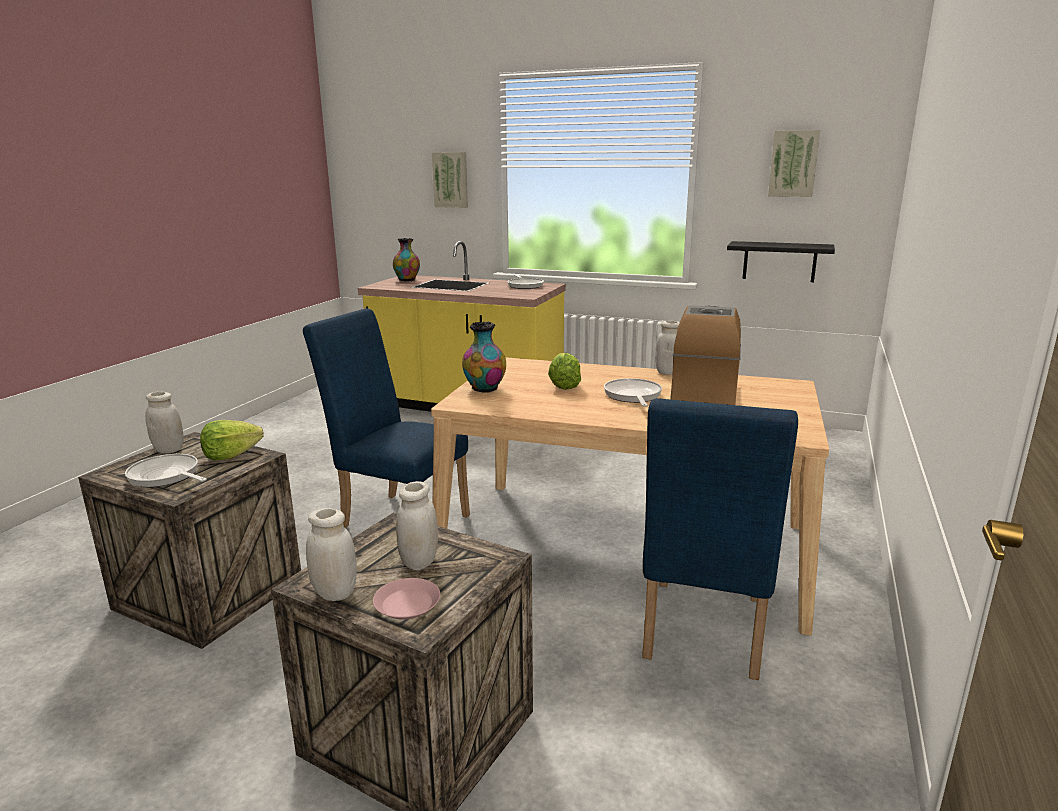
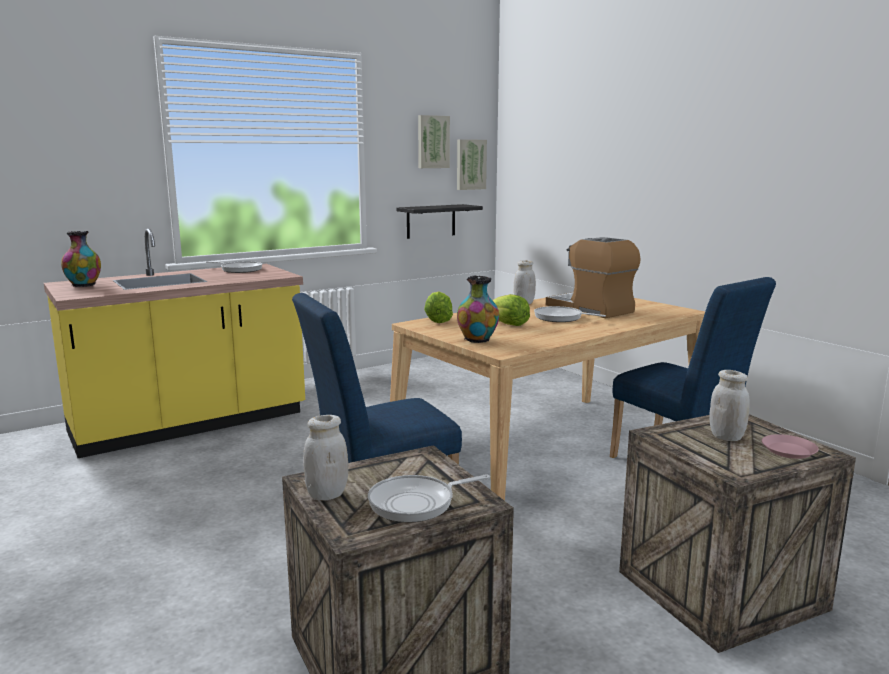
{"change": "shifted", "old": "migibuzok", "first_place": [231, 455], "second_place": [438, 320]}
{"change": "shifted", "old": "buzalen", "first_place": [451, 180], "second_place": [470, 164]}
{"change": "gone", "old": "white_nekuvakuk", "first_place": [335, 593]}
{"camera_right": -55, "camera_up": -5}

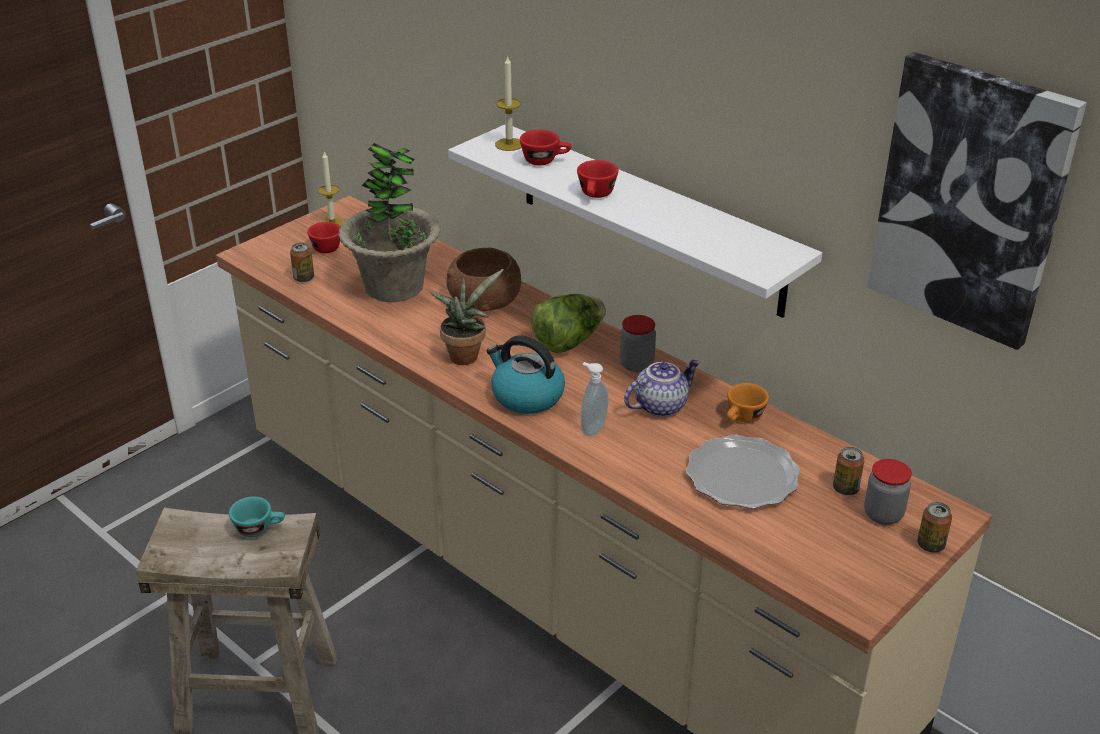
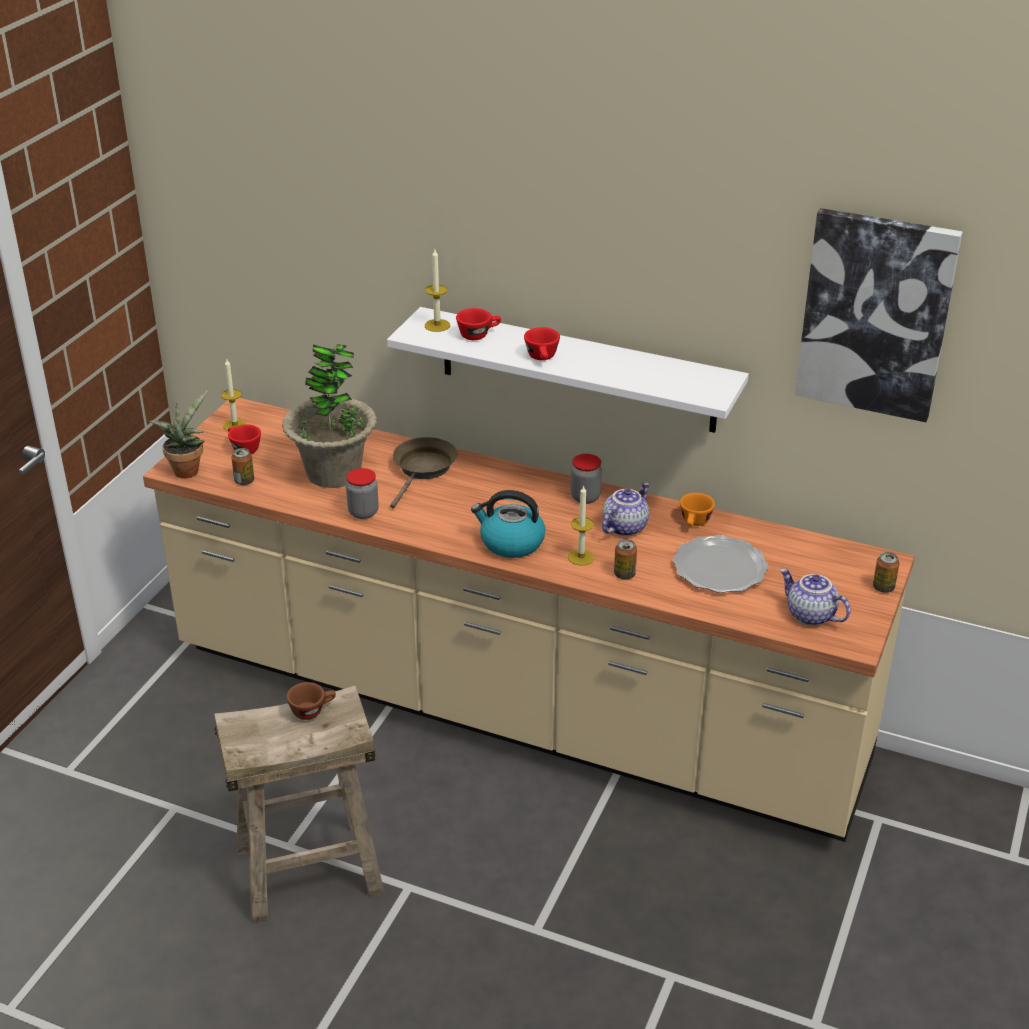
{"change": "shifted", "old": "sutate", "first_place": [465, 354], "second_place": [187, 469]}
{"change": "repainted", "old": "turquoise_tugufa", "new": "brown_tugufa", "first_place": [259, 528], "second_place": [312, 710]}
{"change": "shifted", "old": "nekuvakuk", "first_place": [883, 515], "second_place": [363, 512]}
{"change": "swapped", "old": "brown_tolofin", "new": "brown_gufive", "first_place": [484, 301], "second_place": [423, 469]}
{"change": "swapped", "old": "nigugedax", "new": "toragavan", "first_place": [592, 428], "second_place": [581, 557]}
{"change": "shifted", "old": "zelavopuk", "first_place": [845, 489], "second_place": [624, 574]}
{"change": "new", "new": "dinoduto", "second_place": [809, 615]}
{"change": "gone", "old": "migibuzok", "first_place": [568, 342]}
{"camera_right": -20, "camera_up": 0}

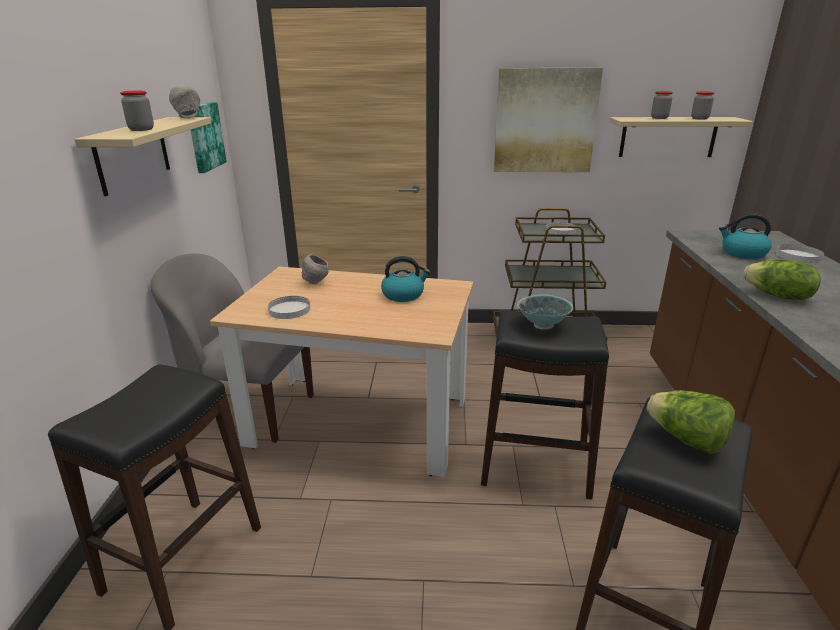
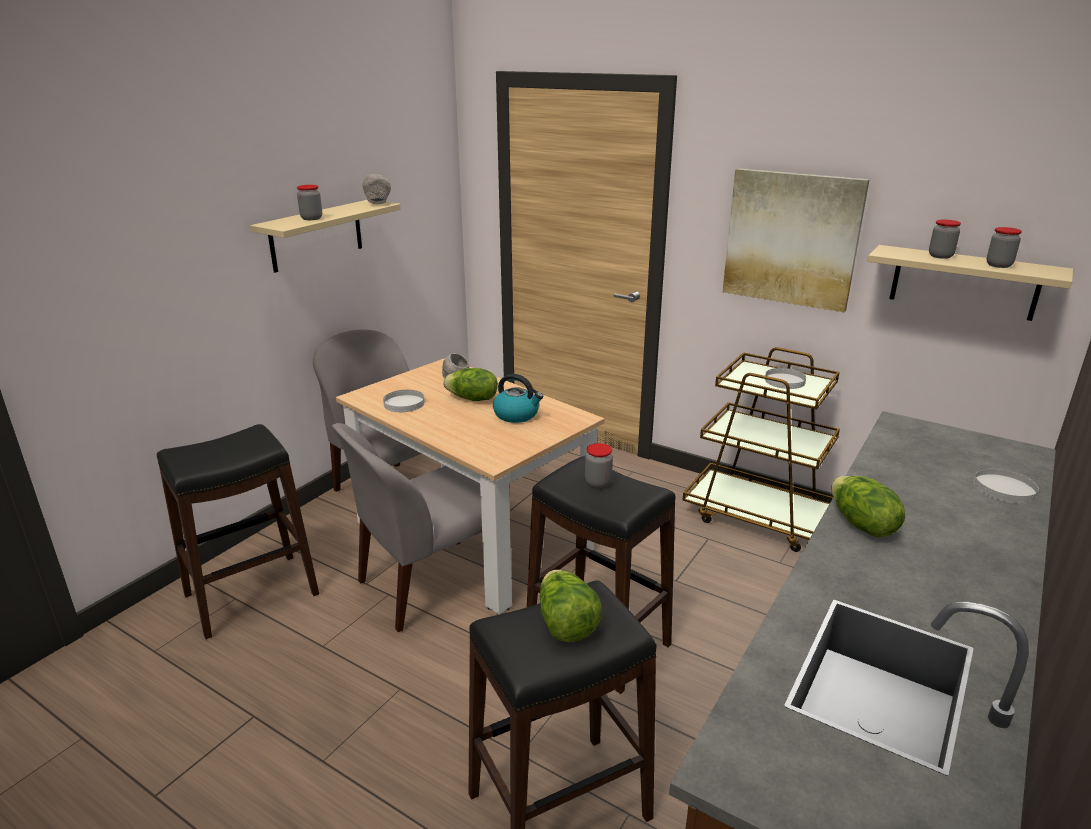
{"change": "new", "new": "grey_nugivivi", "second_place": [427, 585]}
{"change": "new", "new": "migibuzok", "second_place": [472, 399]}
{"change": "swapped", "old": "tolofin", "new": "nekuvakuk", "first_place": [543, 325], "second_place": [598, 482]}
{"change": "gone", "old": "buzalen", "first_place": [204, 136]}
{"change": "gone", "old": "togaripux", "first_place": [742, 253]}
{"camera_right": 30, "camera_up": 0}

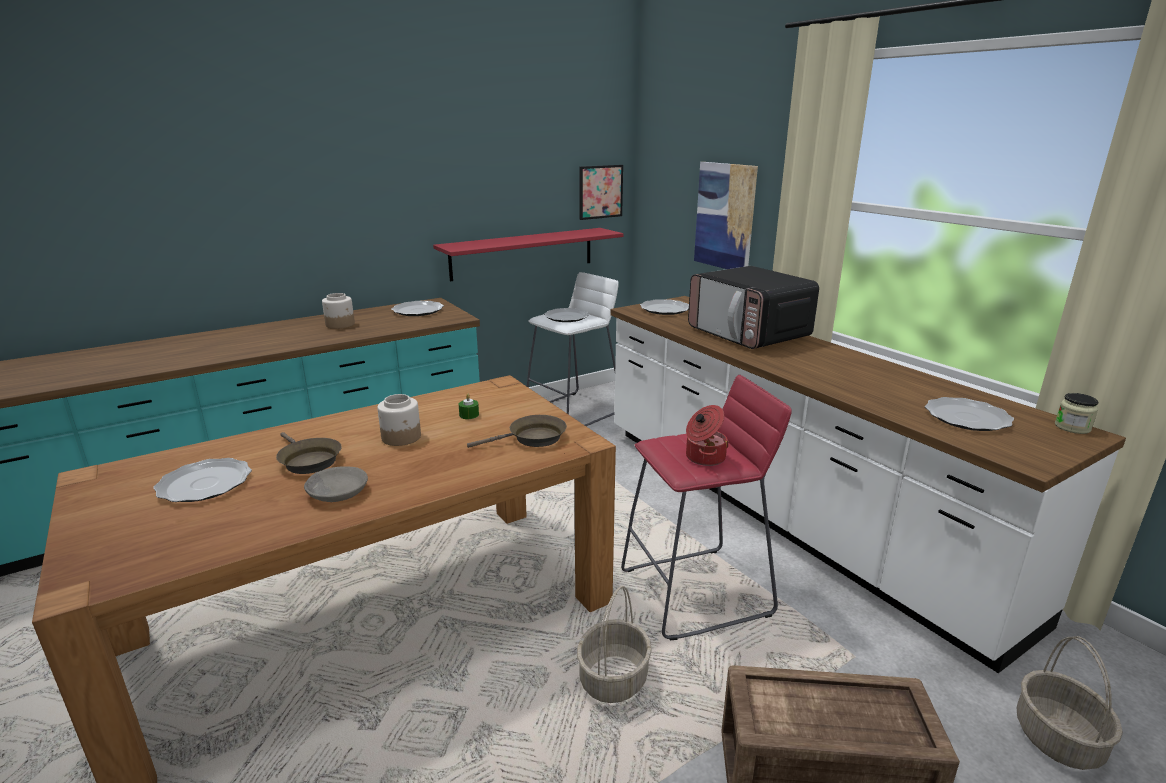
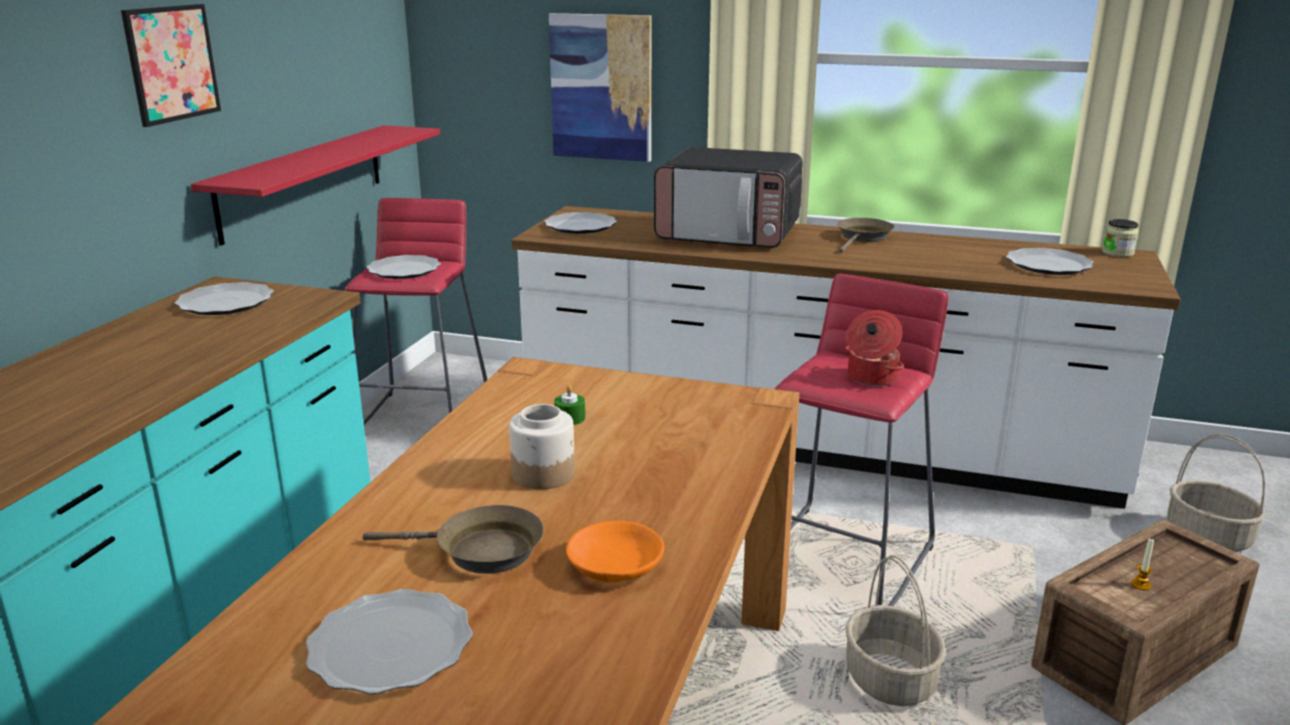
{"change": "shifted", "old": "buzalen", "first_place": [600, 192], "second_place": [172, 63]}
{"change": "repainted", "old": "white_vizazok", "new": "red_vizazok", "first_place": [574, 411], "second_place": [424, 417]}
{"change": "repainted", "old": "grey_tolofin", "new": "orange_tolofin", "first_place": [337, 492], "second_place": [613, 565]}
{"change": "shifted", "old": "brown_gufive", "first_place": [532, 438], "second_place": [863, 238]}
{"change": "new", "new": "toragavan", "second_place": [1141, 585]}
{"change": "gone", "old": "nekuvakuk", "first_place": [340, 324]}
{"camera_right": -40, "camera_up": 0}

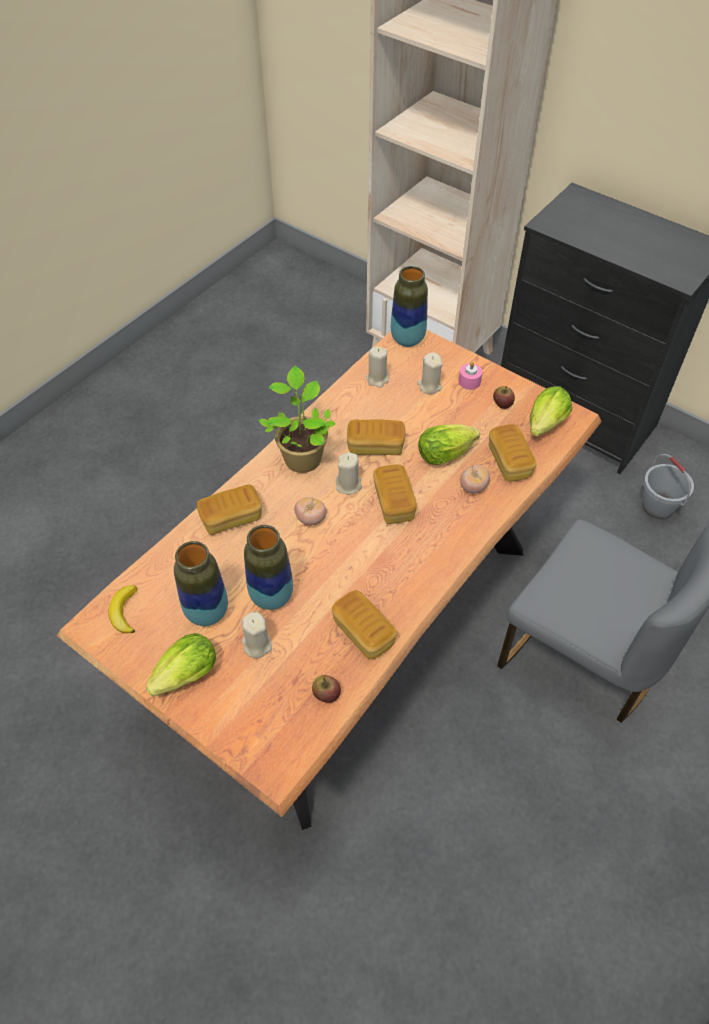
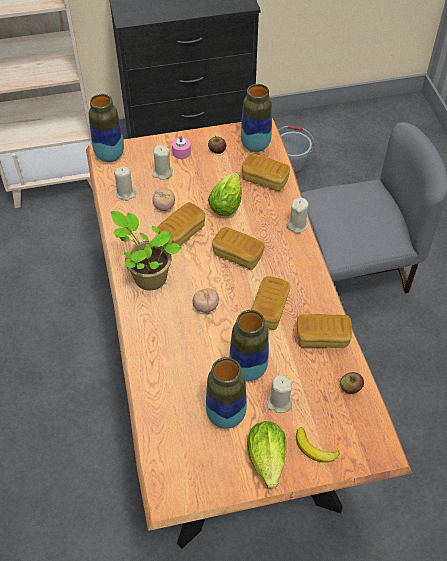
{"change": "shifted", "old": "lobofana", "first_place": [473, 487], "second_place": [164, 206]}
{"change": "swapped", "old": "migibuzok", "new": "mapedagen", "first_place": [544, 426], "second_place": [255, 145]}
{"change": "shifted", "old": "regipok", "first_place": [231, 518], "second_place": [269, 310]}
{"change": "shifted", "old": "beige_toragavan", "first_place": [348, 485], "second_place": [297, 225]}
{"change": "shifted", "old": "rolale", "first_place": [124, 612], "second_place": [314, 449]}
{"camera_right": -50, "camera_up": 0}

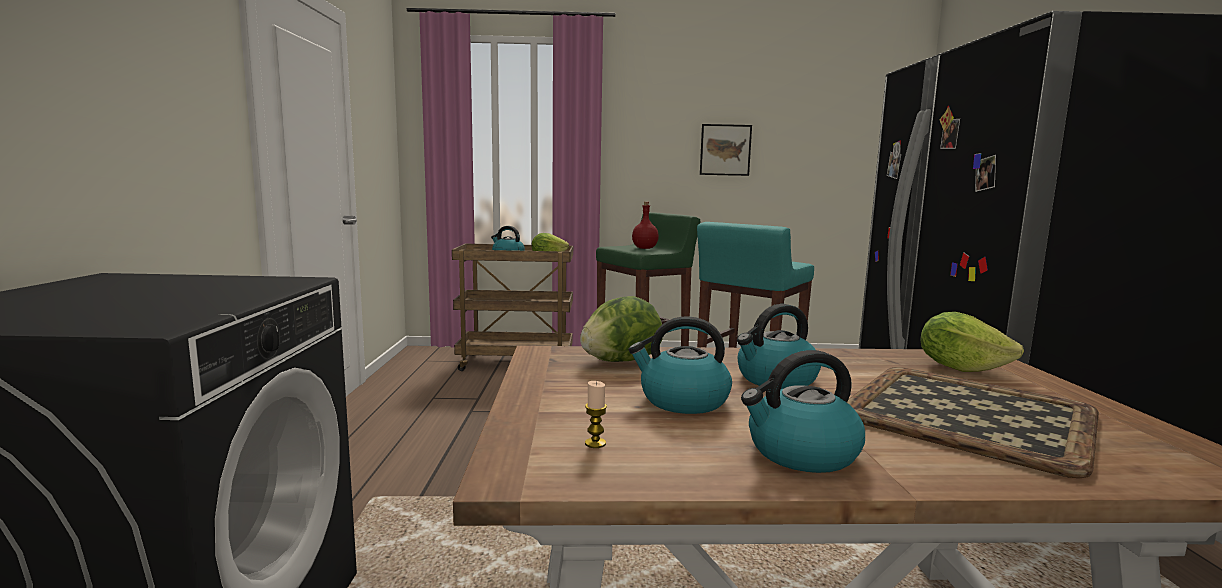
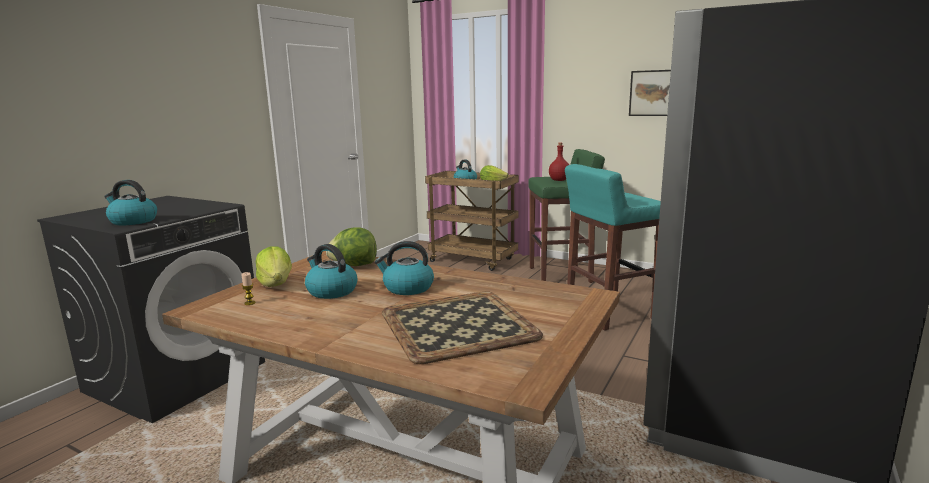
{"change": "shifted", "old": "togaripux", "first_place": [801, 453], "second_place": [132, 221]}
{"change": "shifted", "old": "migibuzok", "first_place": [960, 368], "second_place": [276, 284]}
{"camera_right": 30, "camera_up": 5}

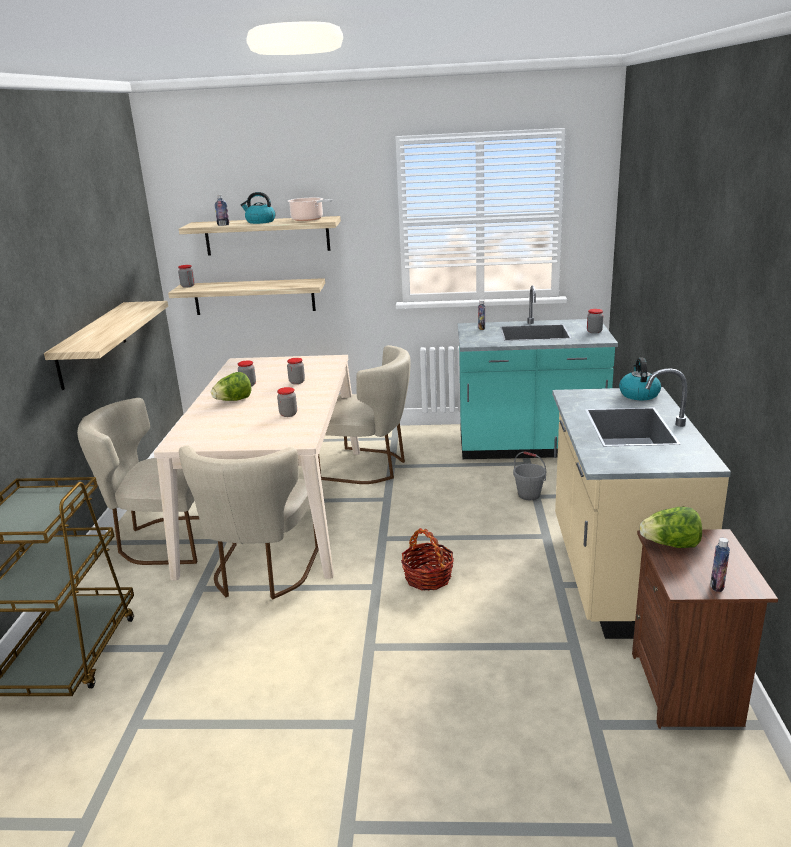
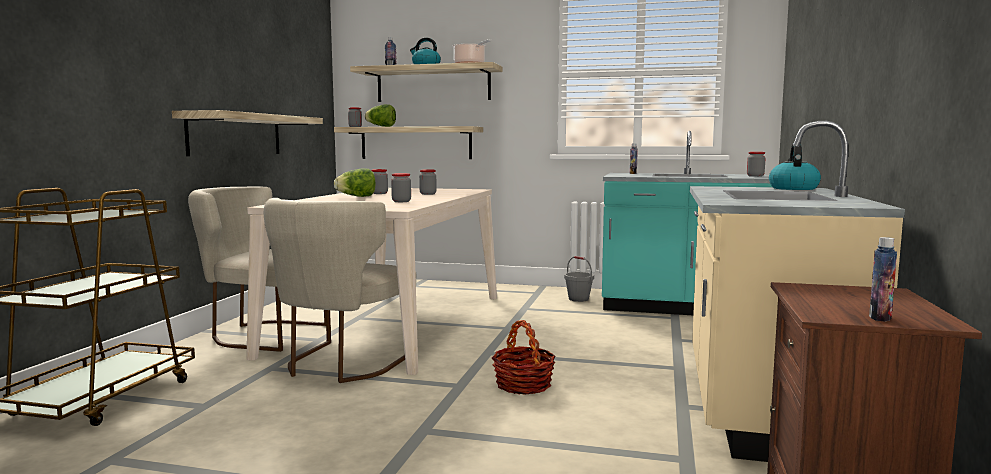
{"change": "shifted", "old": "migibuzok", "first_place": [670, 545], "second_place": [381, 126]}
{"change": "shifted", "old": "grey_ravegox", "first_place": [529, 495], "second_place": [579, 299]}
{"change": "gone", "old": "beige_nugivivi", "first_place": [369, 467]}
{"camera_right": 10, "camera_up": -15}

